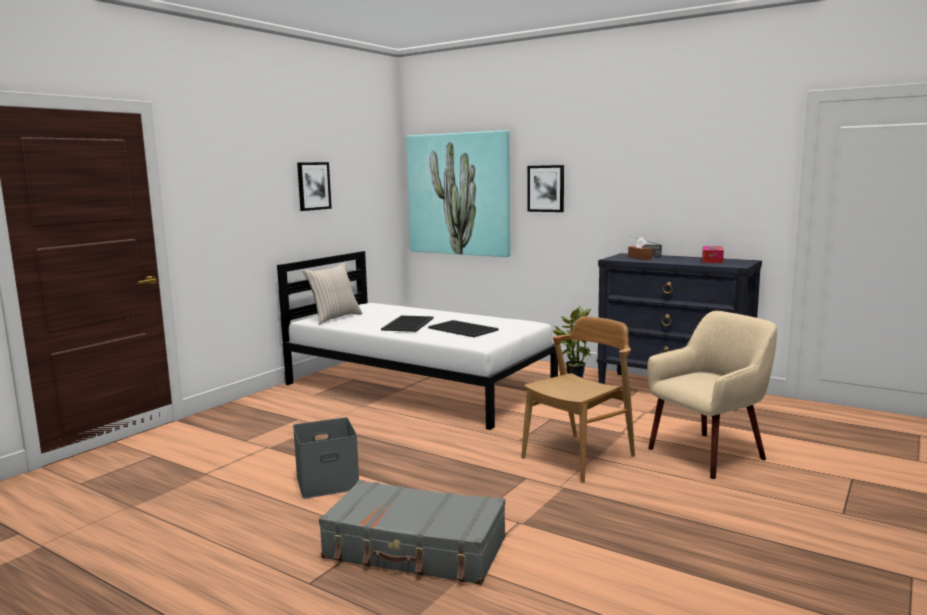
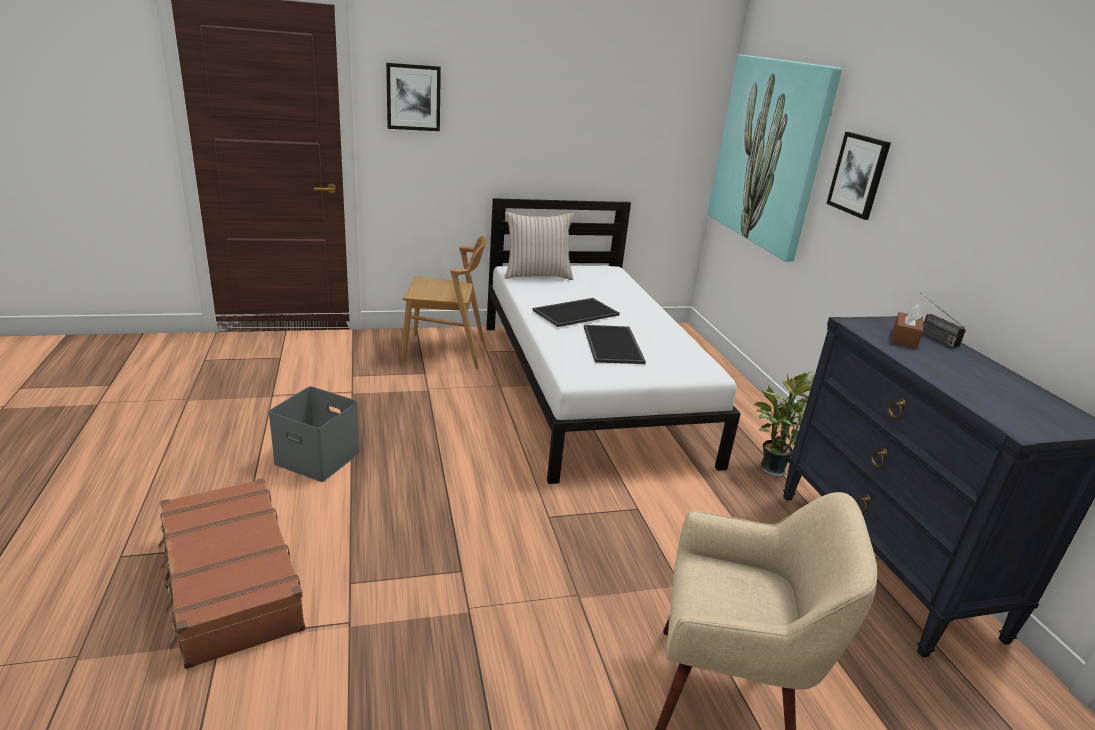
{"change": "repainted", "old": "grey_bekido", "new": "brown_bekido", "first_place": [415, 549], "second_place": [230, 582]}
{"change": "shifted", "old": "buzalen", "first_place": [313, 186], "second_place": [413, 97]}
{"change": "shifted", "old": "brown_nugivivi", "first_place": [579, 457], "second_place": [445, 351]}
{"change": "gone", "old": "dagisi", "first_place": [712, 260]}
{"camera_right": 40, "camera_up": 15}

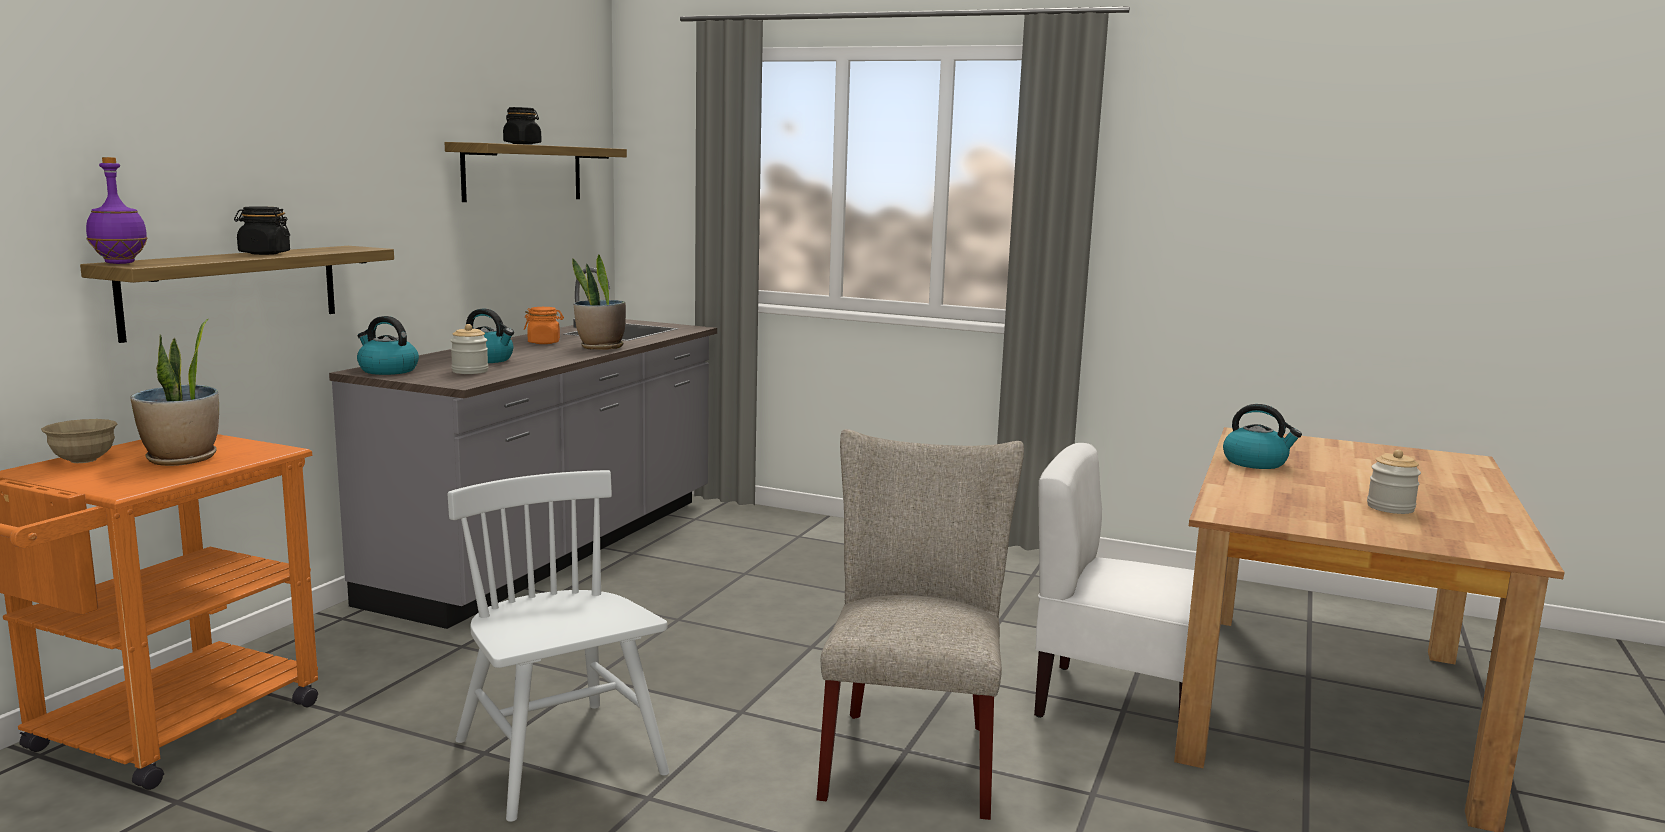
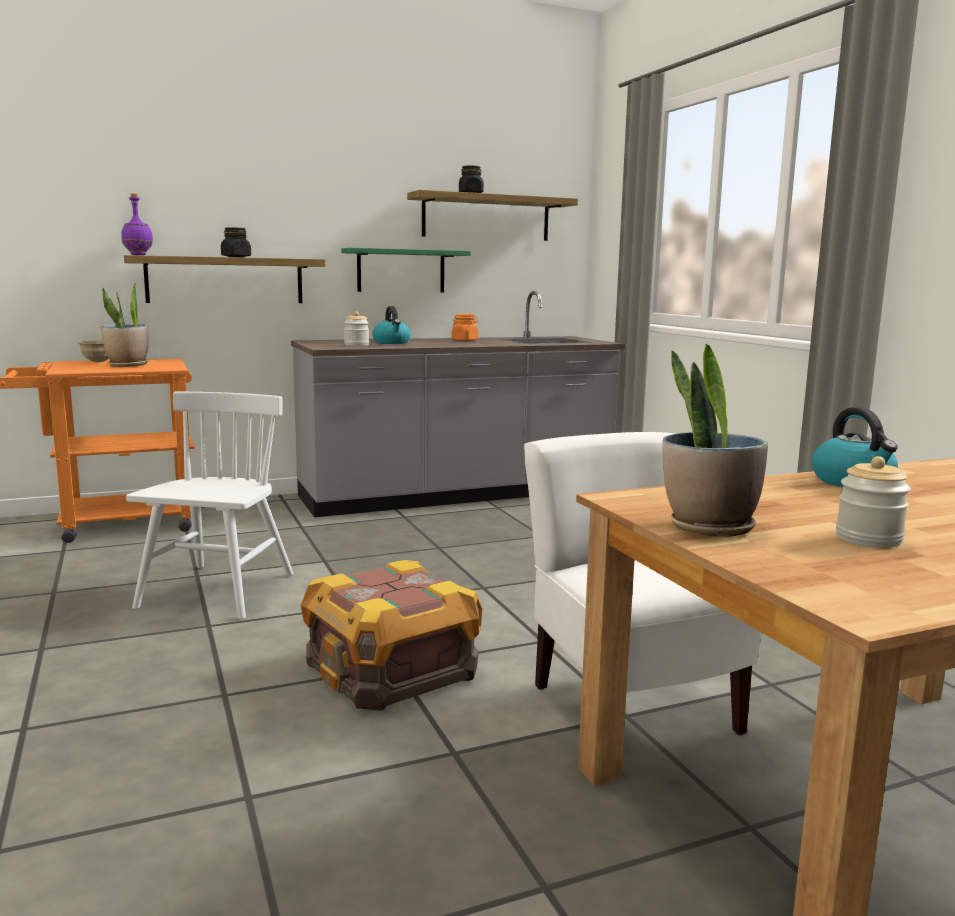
{"change": "swapped", "old": "beige_nugivivi", "new": "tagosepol", "first_place": [911, 754], "second_place": [392, 669]}
{"change": "new", "new": "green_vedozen", "second_place": [401, 271]}
{"change": "shifted", "old": "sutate", "first_place": [600, 347], "second_place": [708, 527]}
{"change": "gone", "old": "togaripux", "first_place": [387, 370]}
{"camera_right": 45, "camera_up": 0}

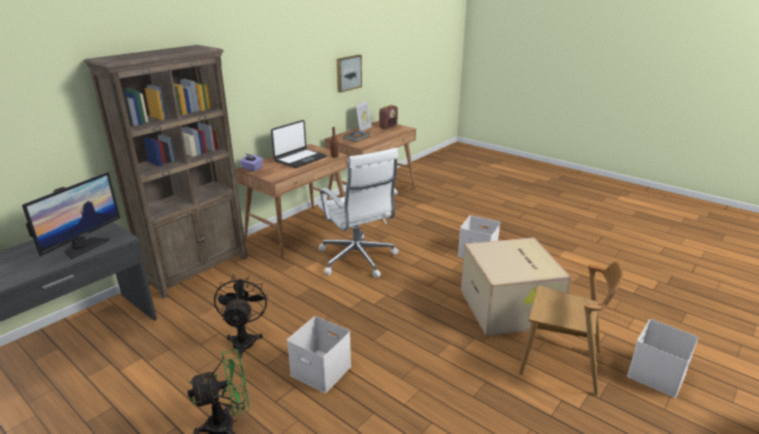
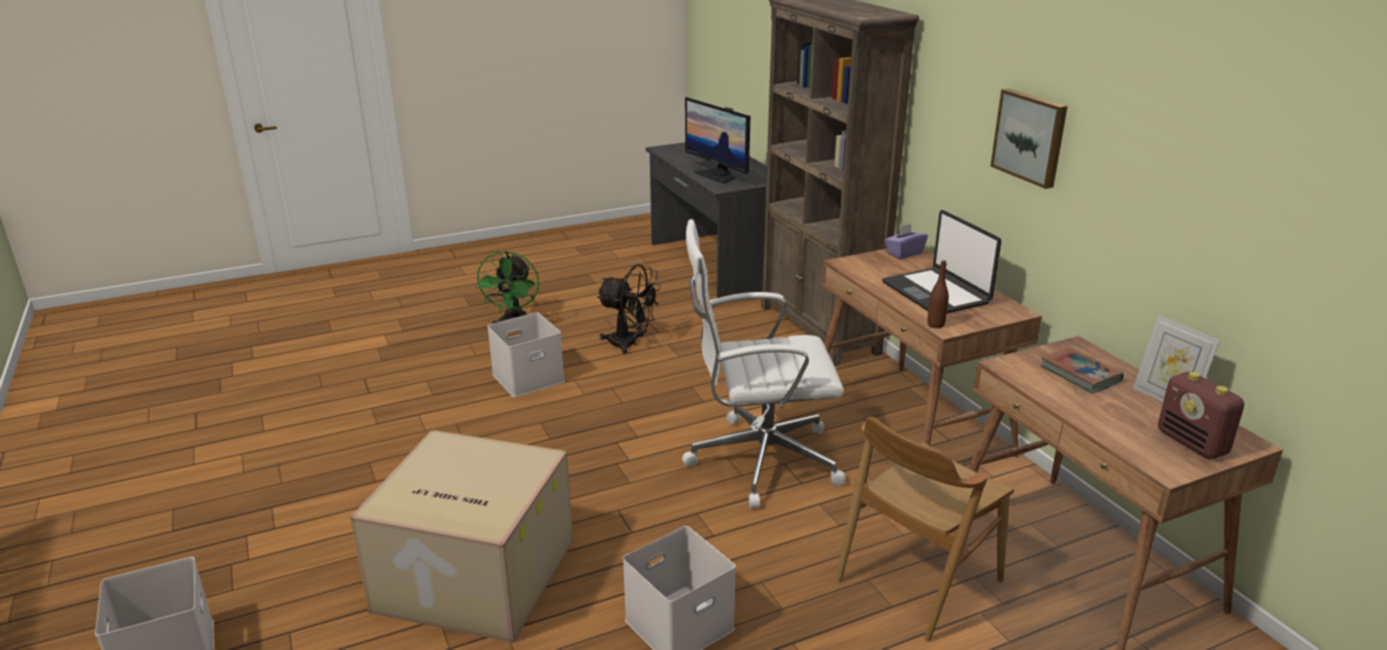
{"change": "shifted", "old": "brown_nugivivi", "first_place": [561, 363], "second_place": [917, 581]}
{"change": "shifted", "old": "buzalen", "first_place": [348, 73], "second_place": [1030, 137]}
{"camera_right": 115, "camera_up": 0}

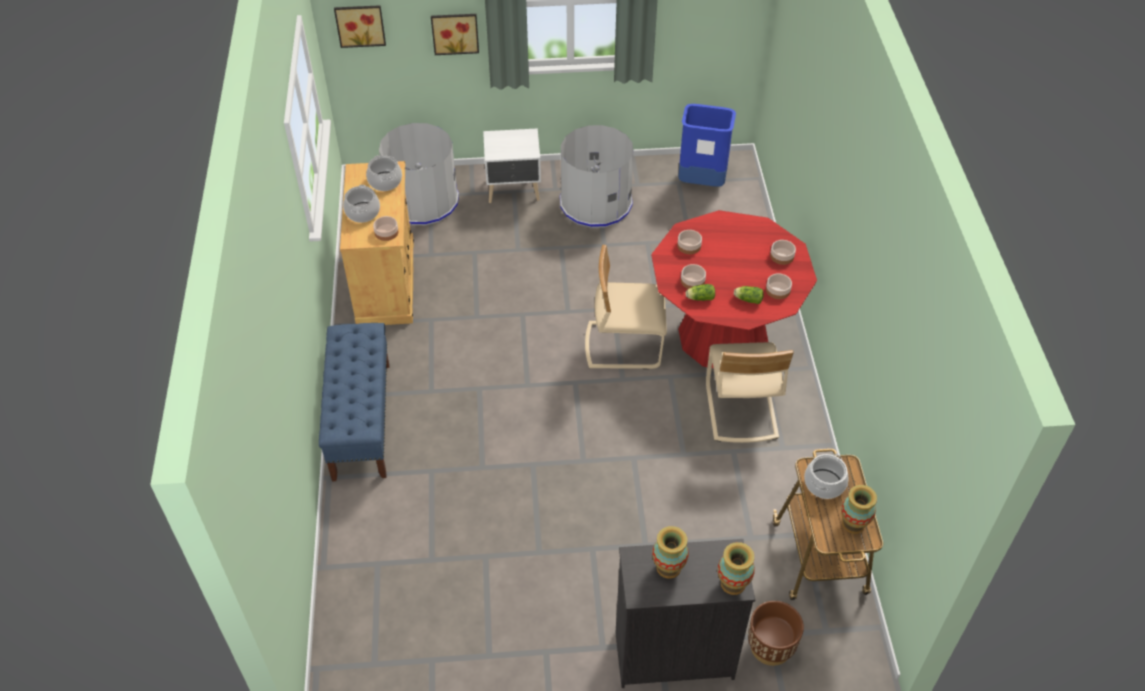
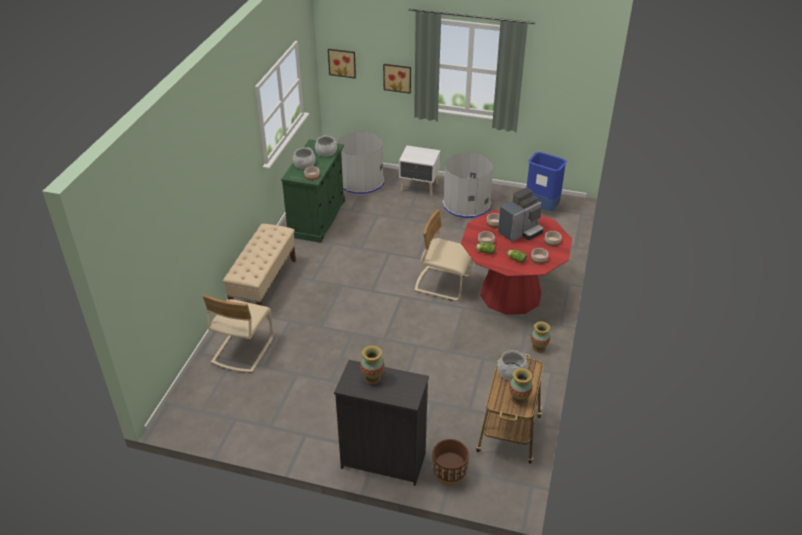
{"change": "shifted", "old": "beige_nugivivi", "first_place": [740, 410], "second_place": [242, 350]}
{"change": "repainted", "old": "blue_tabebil", "new": "beige_tabebil", "first_place": [361, 420], "second_place": [264, 285]}
{"change": "repainted", "old": "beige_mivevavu", "new": "green_mivevavu", "first_place": [386, 282], "second_place": [317, 218]}
{"change": "new", "new": "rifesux", "second_place": [520, 232]}
{"change": "shifted", "old": "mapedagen", "first_place": [733, 583], "second_place": [539, 347]}
{"camera_right": 20, "camera_up": -10}

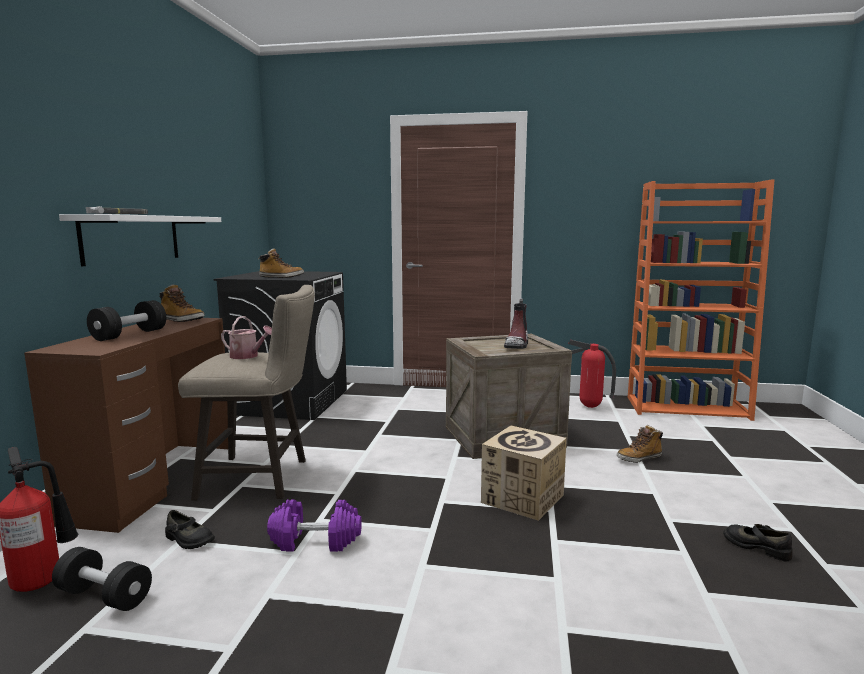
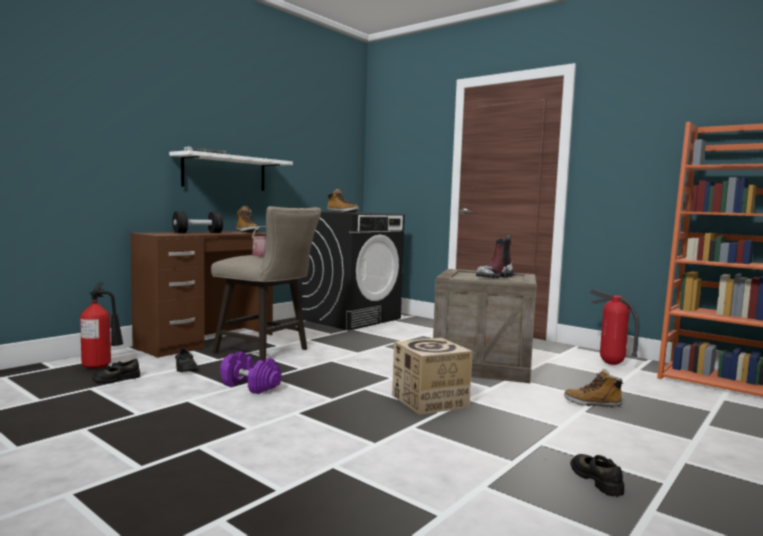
{"change": "swapped", "old": "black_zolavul", "new": "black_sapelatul", "first_place": [104, 596], "second_place": [116, 379]}
{"camera_right": 30, "camera_up": -5}

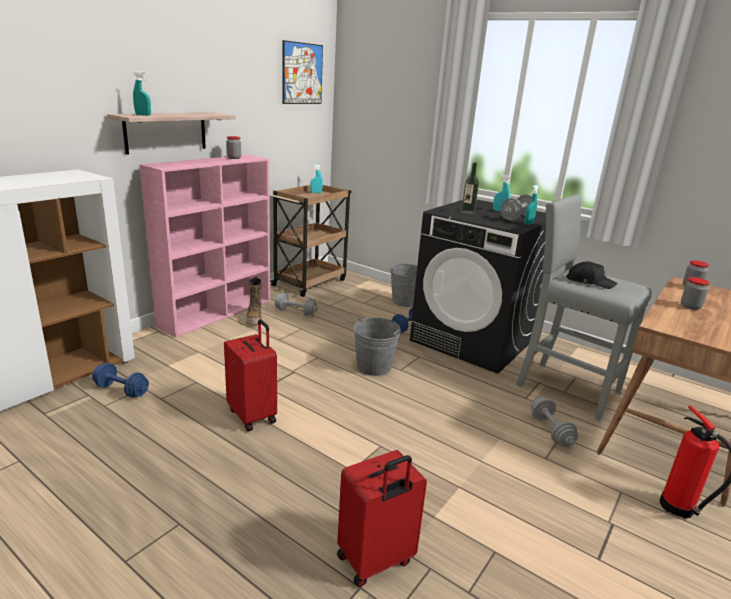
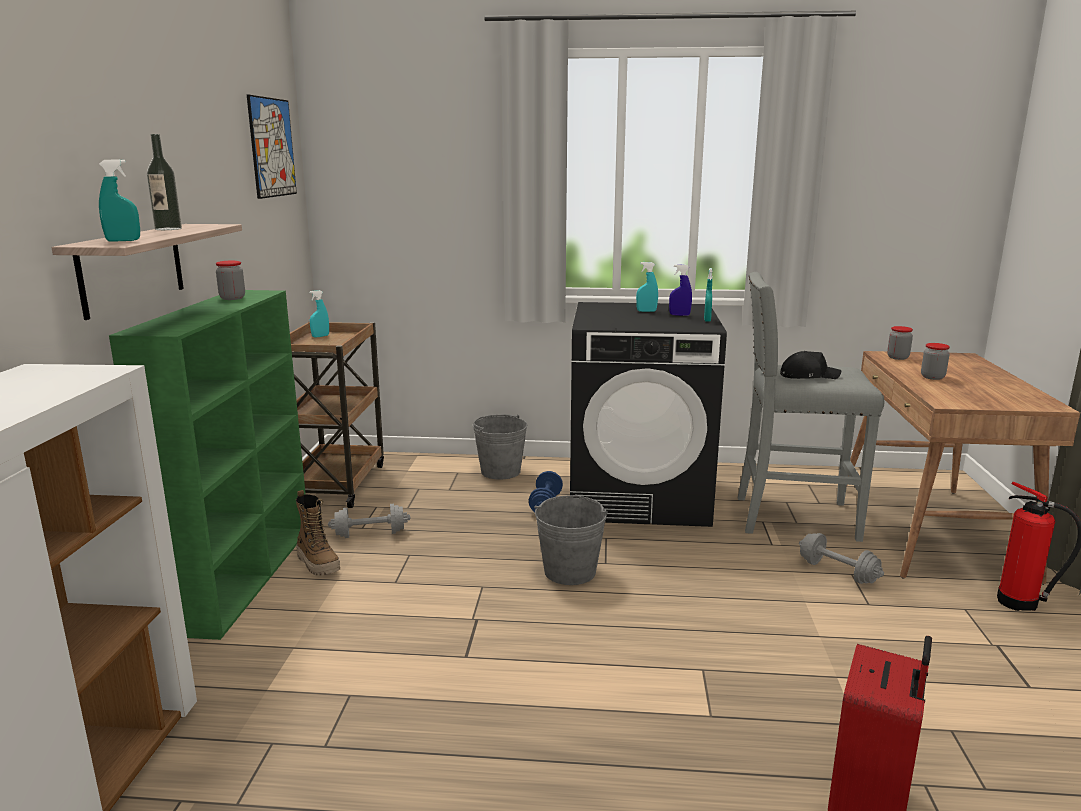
{"change": "repainted", "old": "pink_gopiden", "new": "green_gopiden", "first_place": [217, 312], "second_place": [244, 575]}
{"change": "shifted", "old": "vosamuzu", "first_place": [467, 212], "second_place": [168, 229]}
{"change": "swapped", "old": "grey_zolavul", "new": "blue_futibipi", "first_place": [517, 217], "second_place": [679, 315]}
{"change": "gone", "old": "blue_zolavul", "first_place": [121, 390]}
{"change": "gone", "old": "red_bekido", "first_place": [253, 415]}
{"camera_right": -30, "camera_up": -5}

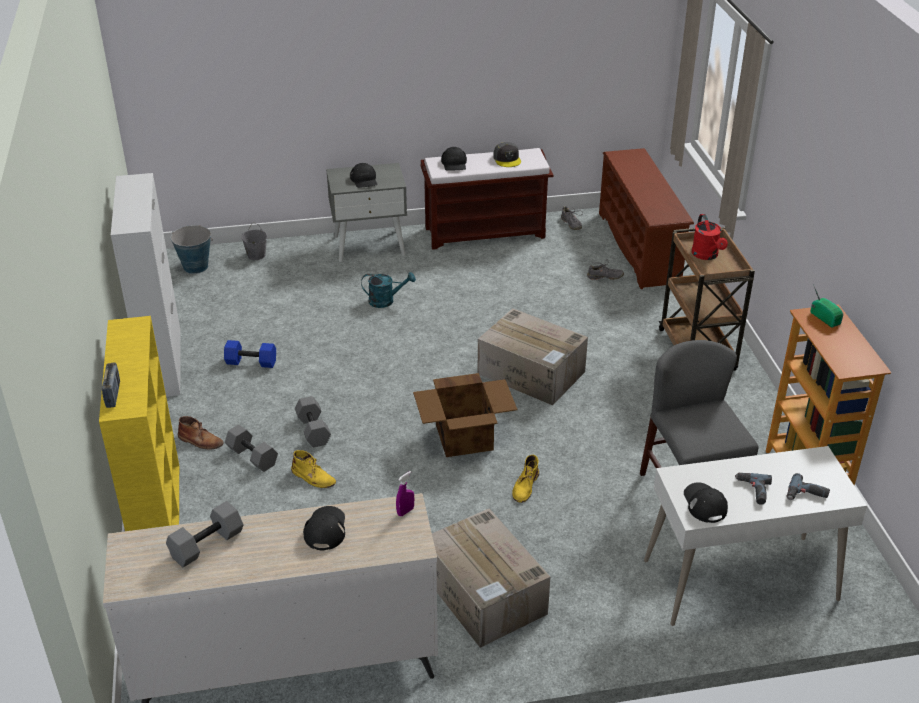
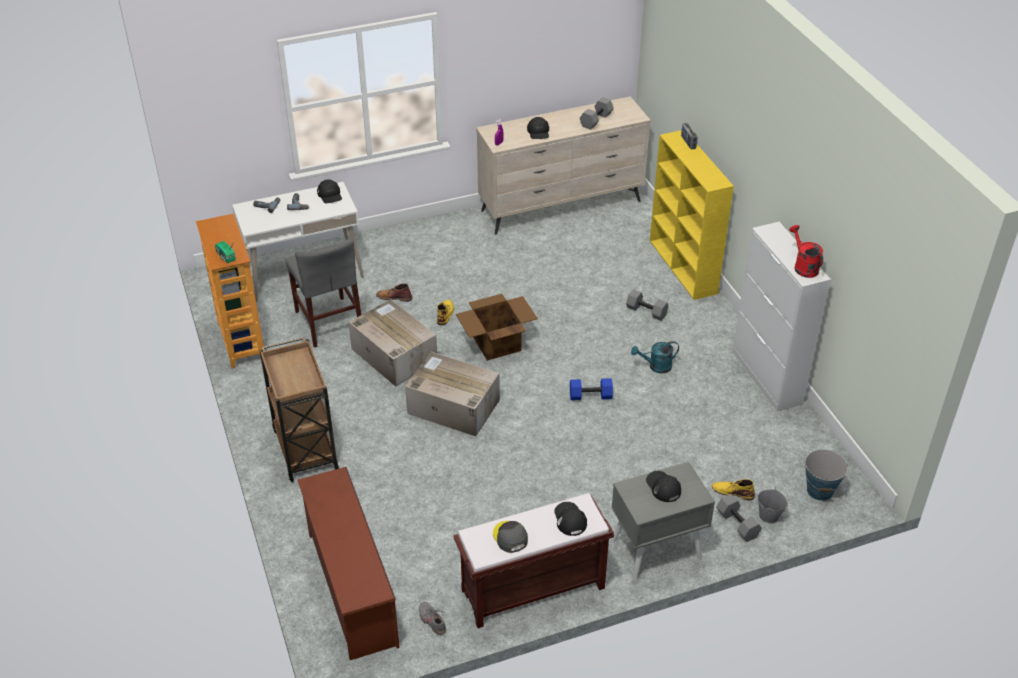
{"change": "shifted", "old": "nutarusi", "first_place": [485, 595], "second_place": [393, 355]}
{"change": "shifted", "old": "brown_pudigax", "first_place": [200, 441], "second_place": [394, 297]}
{"change": "shifted", "old": "blue_zolavul", "first_place": [250, 363], "second_place": [591, 395]}
{"change": "shifted", "old": "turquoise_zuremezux", "first_place": [386, 301], "second_place": [656, 366]}
{"change": "shifted", "old": "yellow_pudigax", "first_place": [313, 477], "second_place": [732, 491]}
{"change": "shifted", "old": "grey_zolavul", "first_place": [314, 430], "second_place": [736, 524]}
{"change": "shifted", "old": "red_zuremezux", "first_place": [707, 255], "second_place": [803, 266]}
{"change": "gone", "old": "grey_sapelatul", "first_place": [605, 277]}
{"camera_right": 170, "camera_up": 5}

